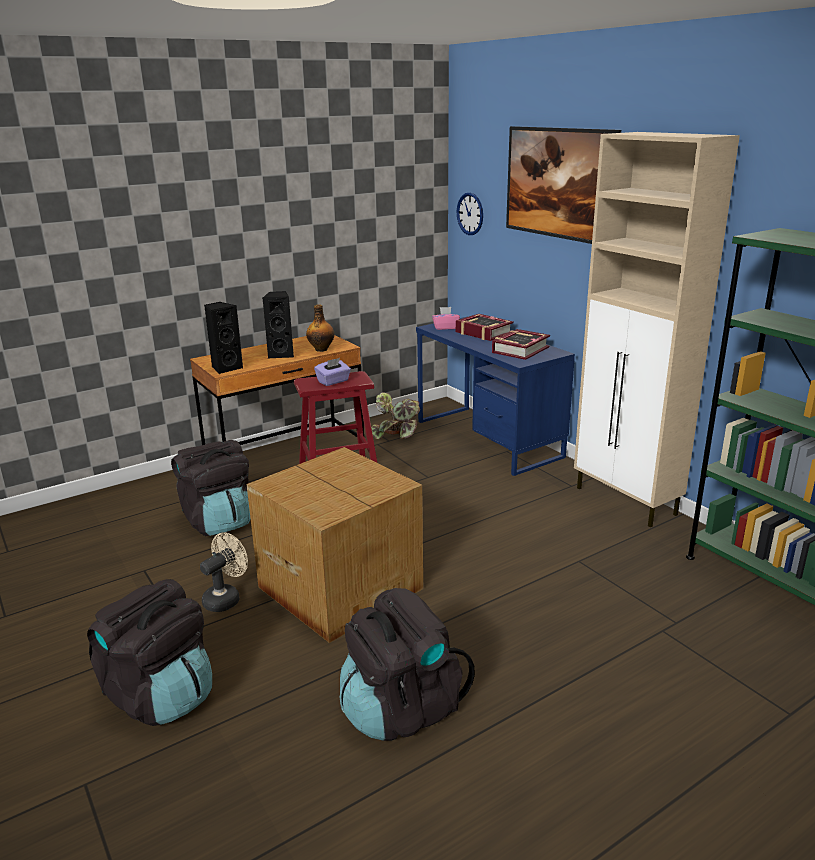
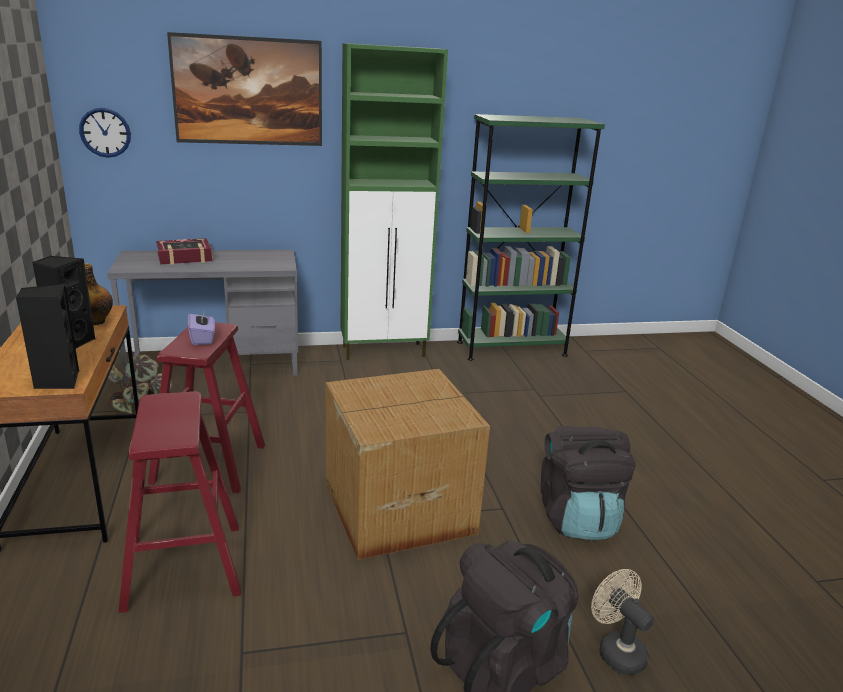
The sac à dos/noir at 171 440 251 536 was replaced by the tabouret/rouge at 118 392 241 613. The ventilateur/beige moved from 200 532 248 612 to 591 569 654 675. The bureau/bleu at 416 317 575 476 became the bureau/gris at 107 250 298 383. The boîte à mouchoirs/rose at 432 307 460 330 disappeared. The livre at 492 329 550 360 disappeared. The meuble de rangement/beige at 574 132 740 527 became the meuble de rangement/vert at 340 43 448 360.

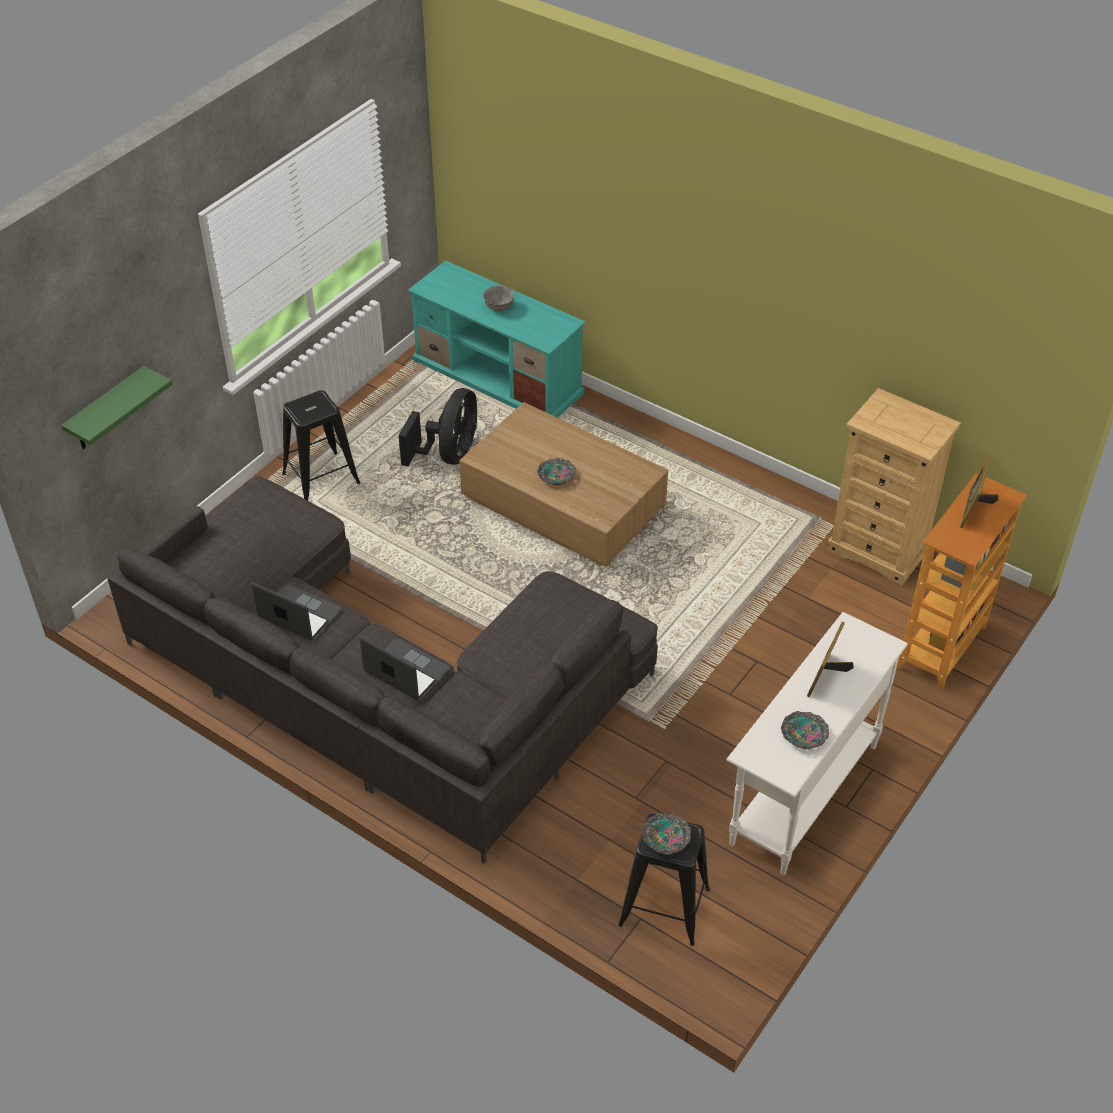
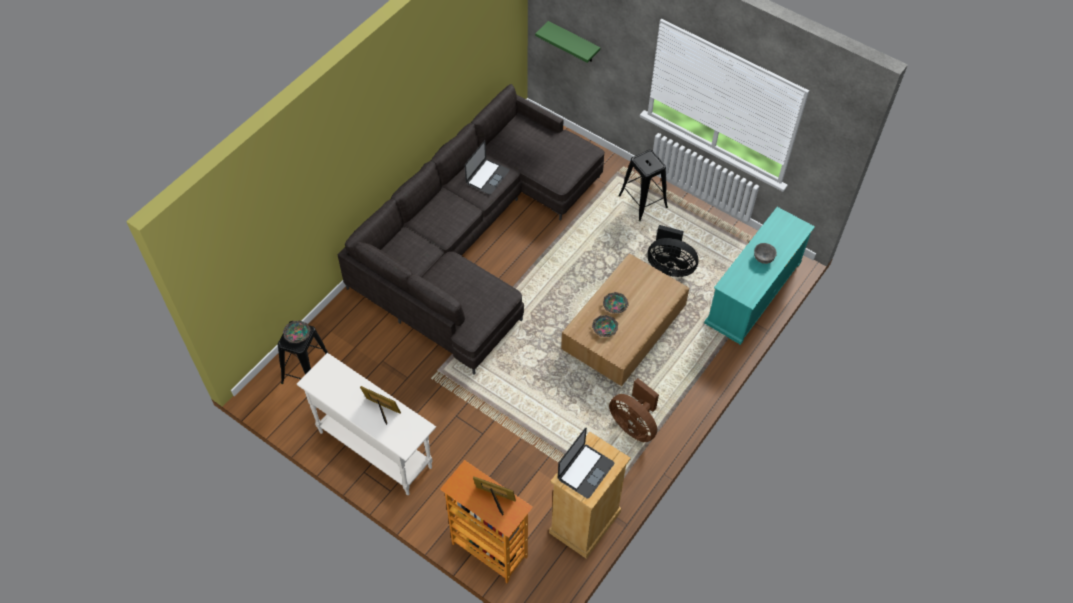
The ordinateur portable moved from 359 637 450 700 to 558 428 614 499. The bol moved from 781 711 829 750 to 592 315 618 337. The ventilateur/marron at 609 378 659 442 appeared.

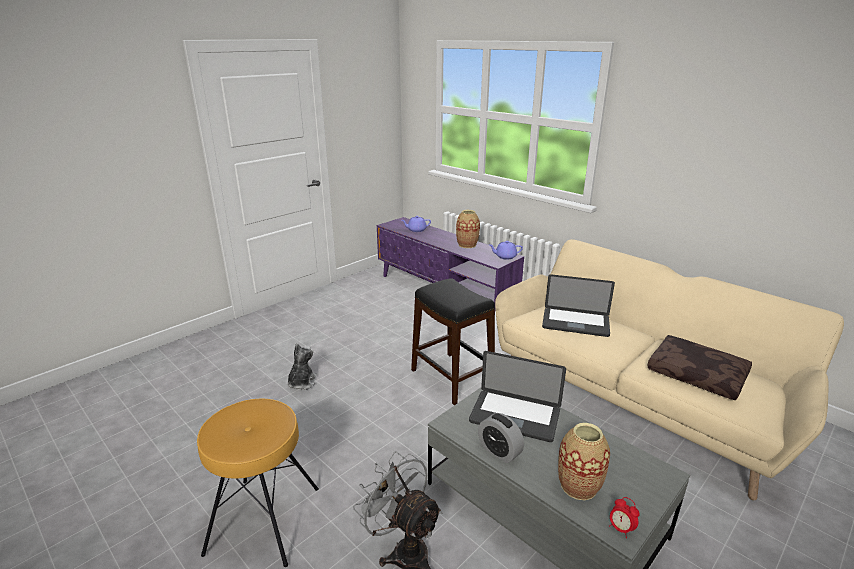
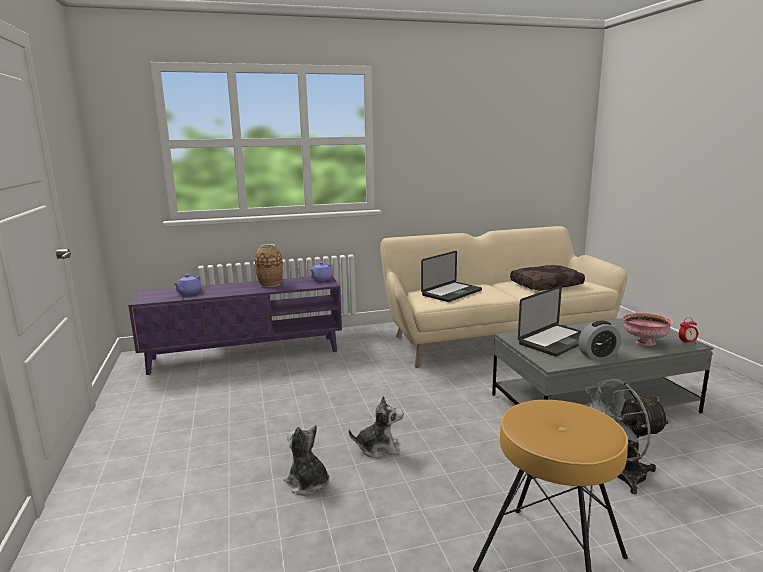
The tabouret/noir at 411 278 495 405 disappeared. The vase at 558 423 610 500 was replaced by the bol/rose at 622 312 673 346. The peluche at 349 396 404 459 appeared.

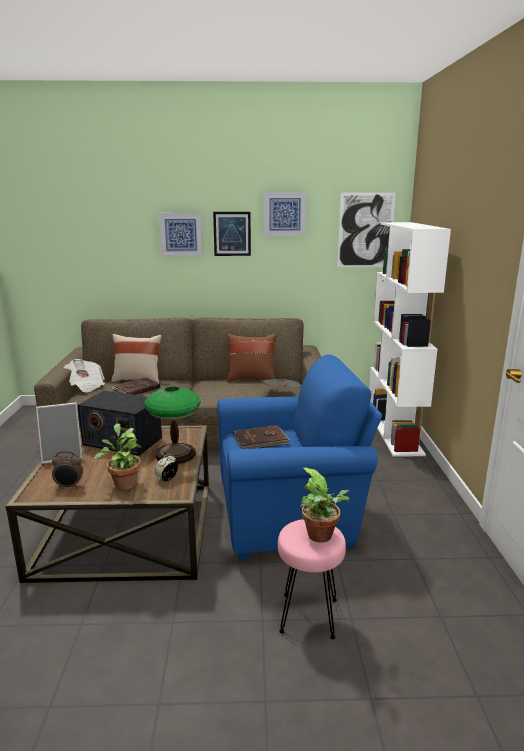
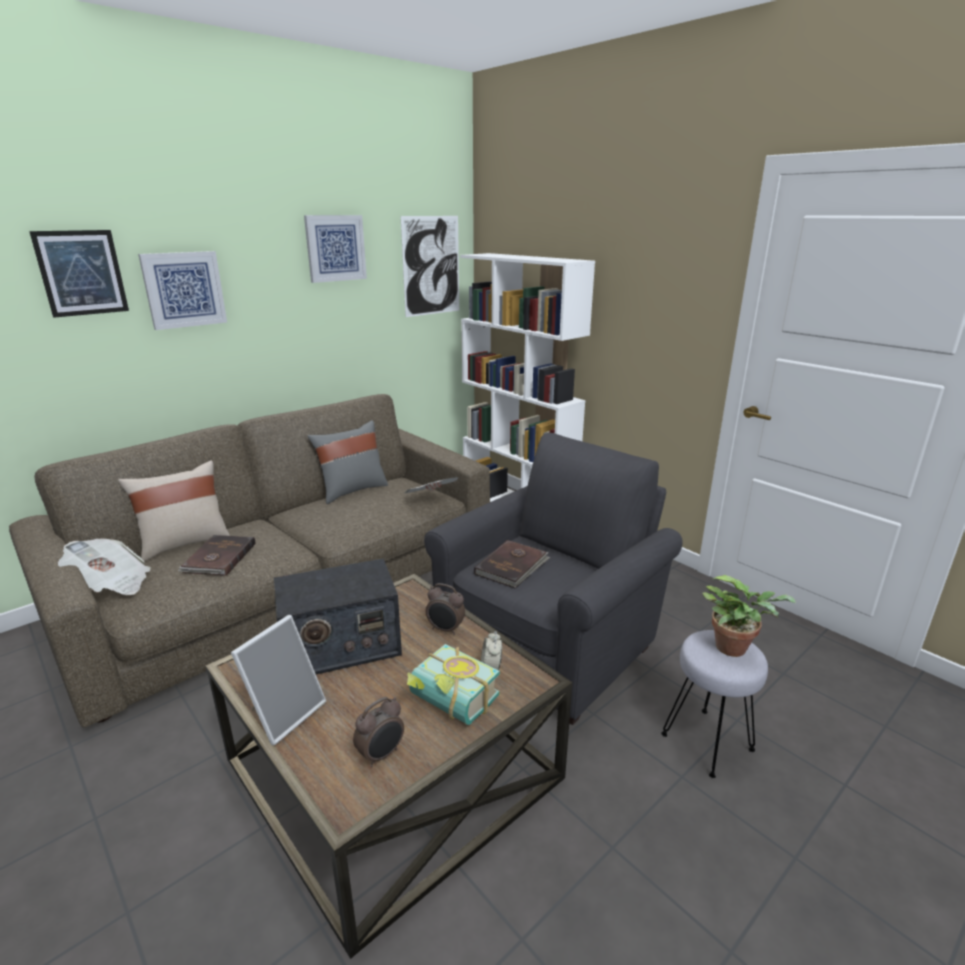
The plante en pot at 94 424 142 490 was replaced by the livre at 407 644 500 725. The lampe de table at 145 387 201 464 was replaced by the réveil at 426 583 465 635. The tableau moved from 213 212 251 256 to 29 230 129 318. The fauteuil/bleu at 217 354 382 560 became the fauteuil/gris at 424 433 683 725. The coussin/marron at 226 334 277 382 became the coussin/gris at 307 420 388 504. The tabouret/rose at 278 519 346 639 became the tabouret/gris at 661 630 768 778.

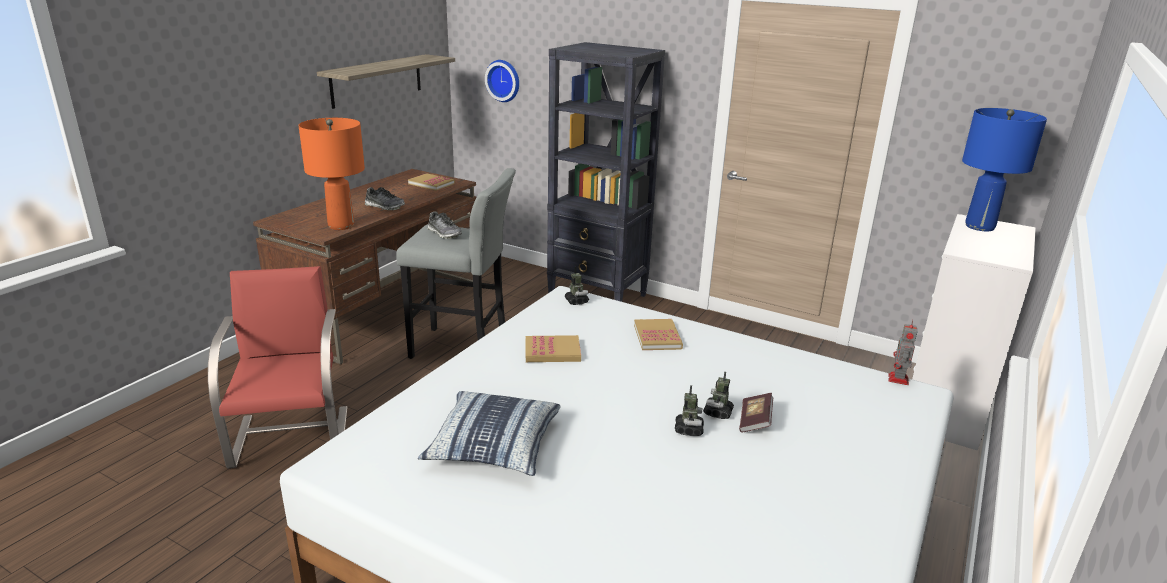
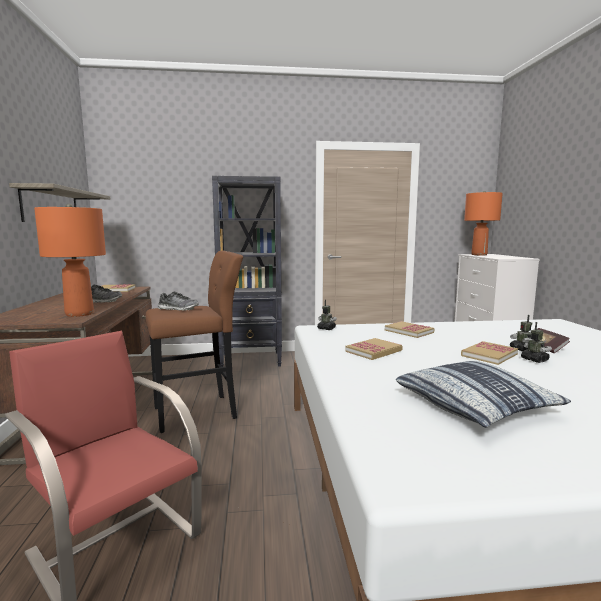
The tabouret/gris at 396 168 516 359 became the tabouret/marron at 145 251 243 433. The horloge murale at 485 60 519 102 disappeared. The robot jouet at 888 320 917 385 disappeared. The lampe de table/bleu at 962 108 1047 231 became the lampe de table/orange at 464 191 503 255. The livre at 461 341 518 365 appeared.

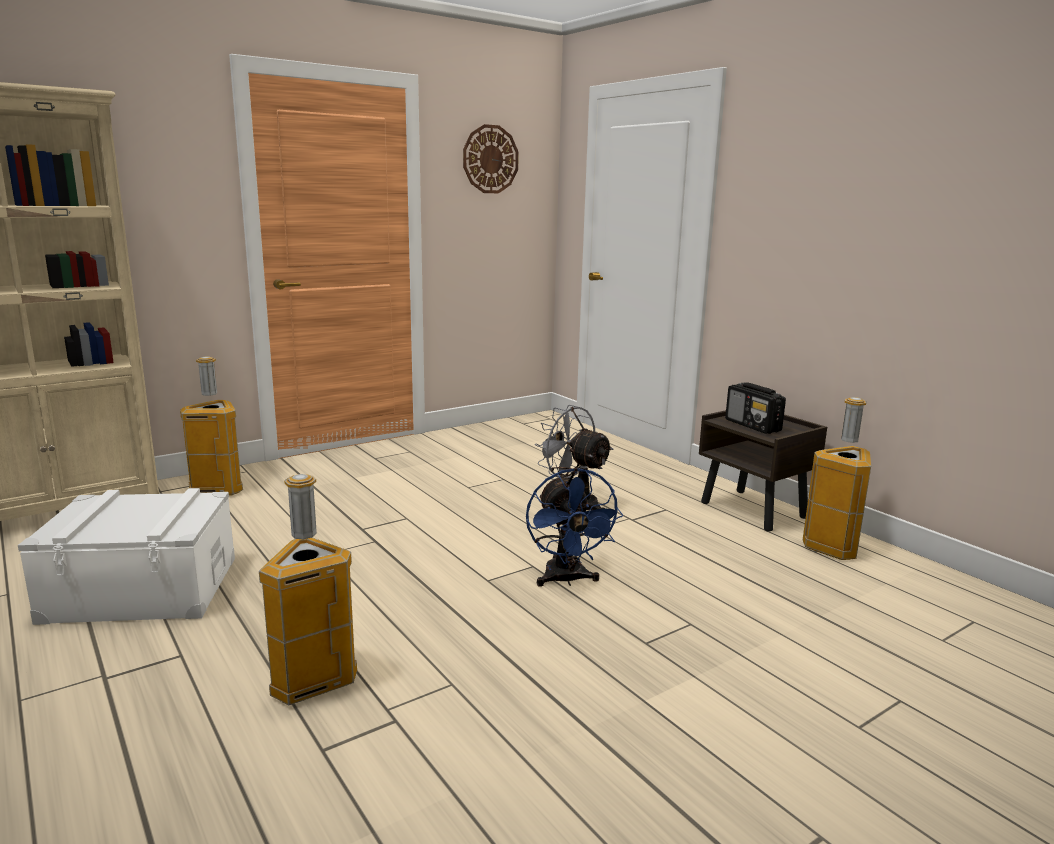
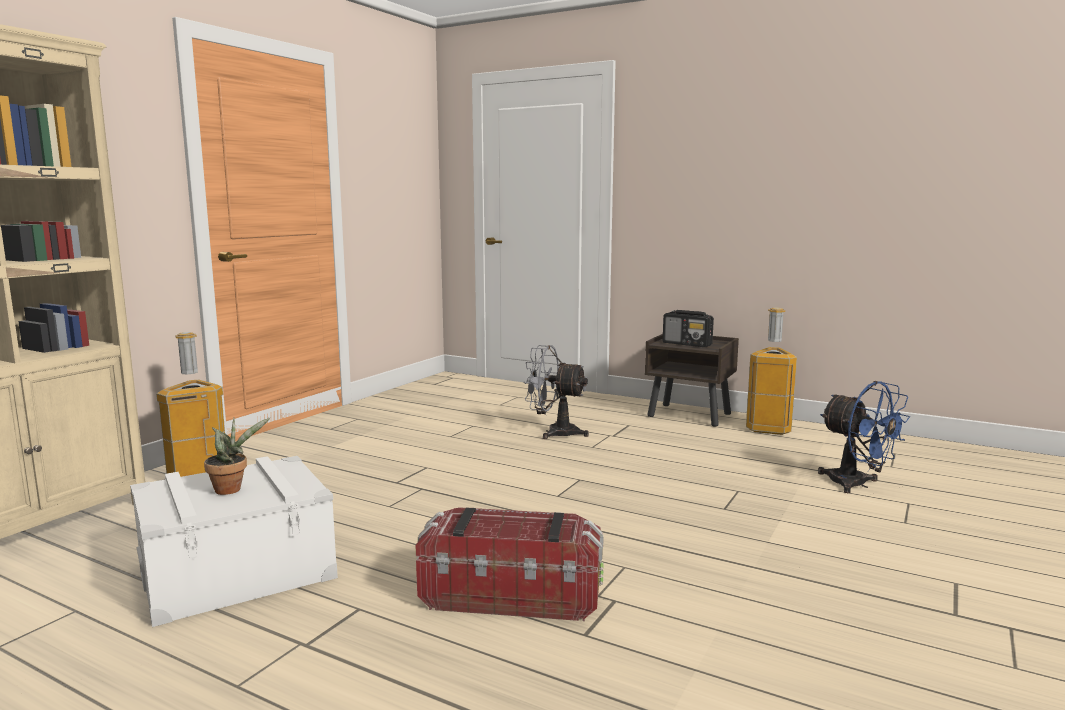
The poubelle at 259 474 357 706 was replaced by the boîte de rangement at 416 507 604 621. The horloge murale at 463 124 519 193 disappeared. The ventilateur/bleu moved from 526 468 624 587 to 818 381 910 493. The plante en pot at 204 418 270 495 appeared.

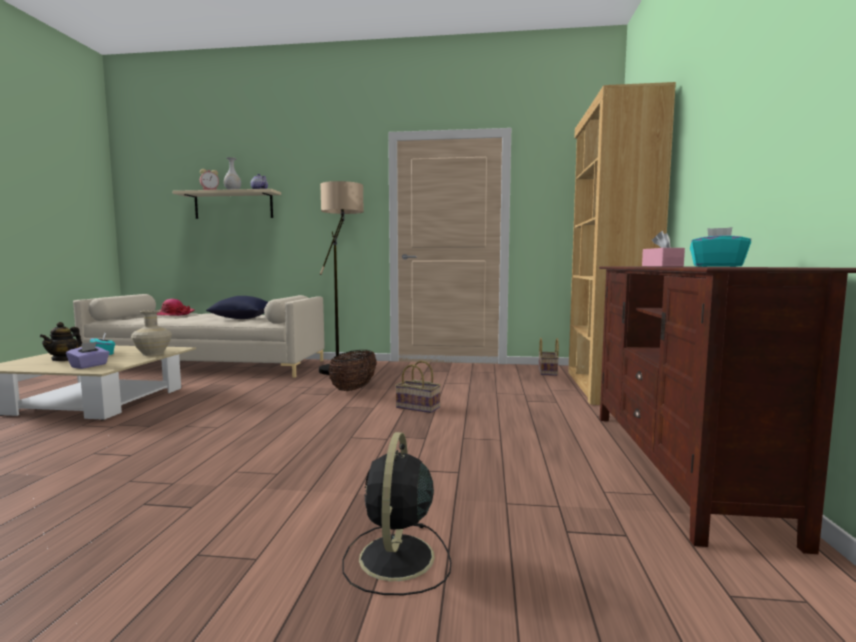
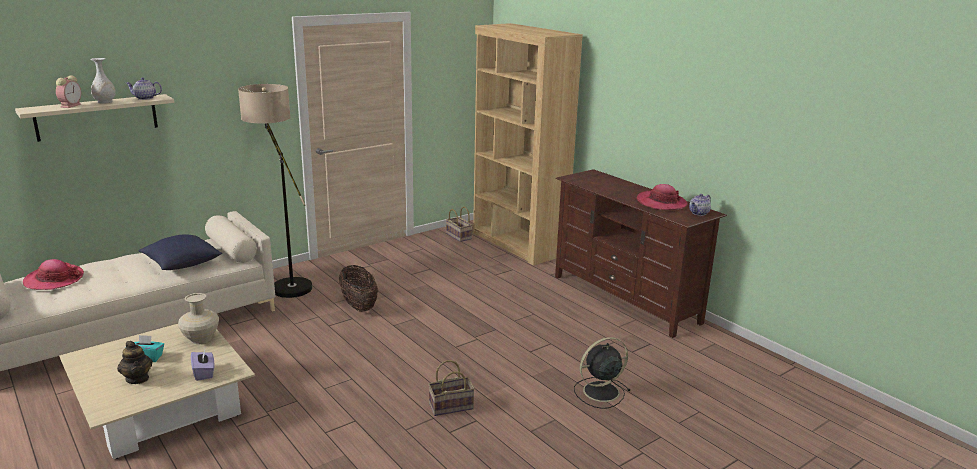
The ventilateur/noir at 343 432 451 595 turned 105 degrees clockwise. The panier moved from 395 360 441 413 to 428 360 475 416. The boîte à mouchoirs/rose at 642 231 685 266 disappeared. The boîte à mouchoirs/turquoise at 690 227 751 267 was replaced by the chapeau at 637 184 687 210. The théière at 689 194 711 216 appeared.

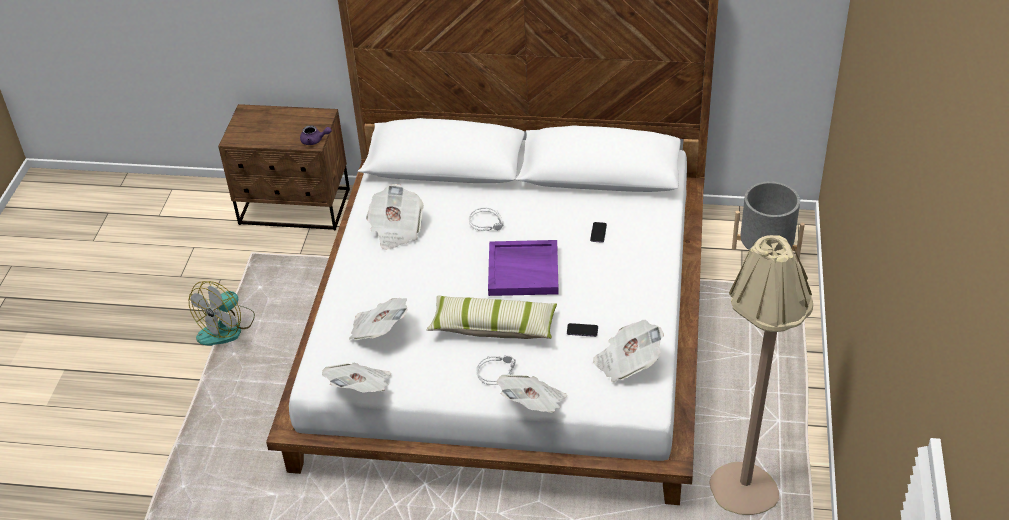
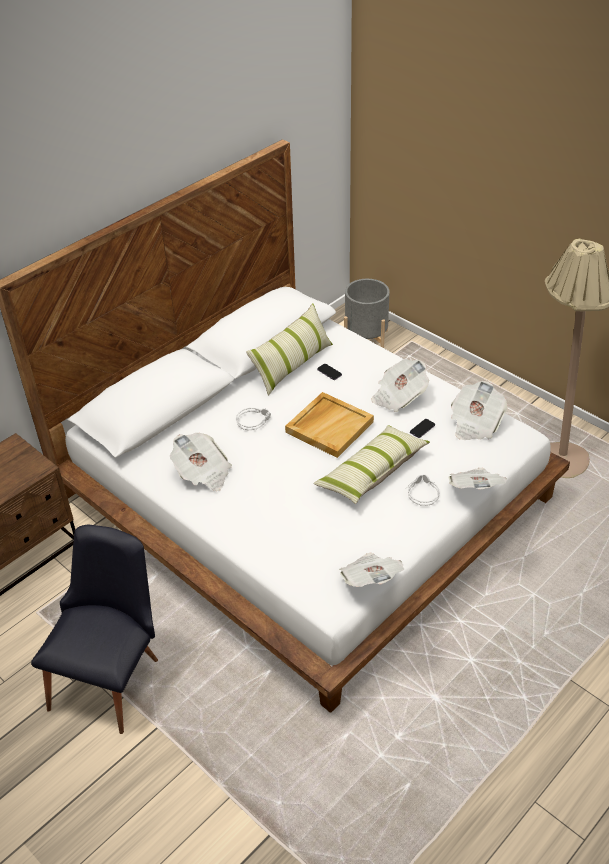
The ventilateur at 189 281 255 345 was replaced by the chaise/noir at 31 525 158 734. The théière/violet at 300 125 331 145 disappeared. The journal moved from 349 298 408 340 to 371 359 429 412. The plateau/violet at 488 240 559 296 became the plateau/beige at 285 392 374 458. The coussin at 246 303 333 396 appeared.

